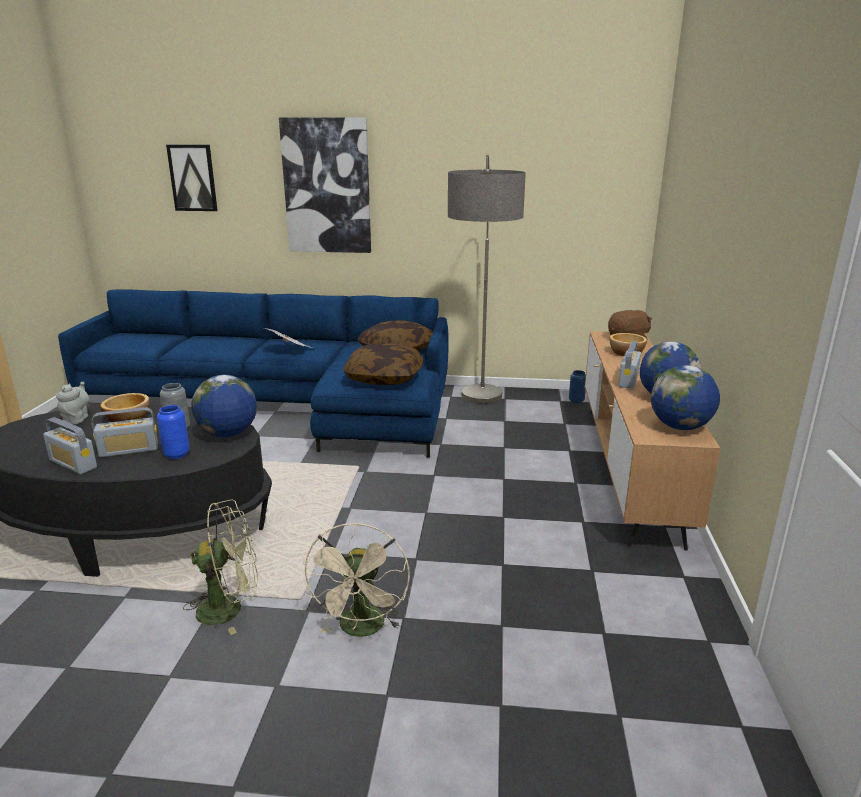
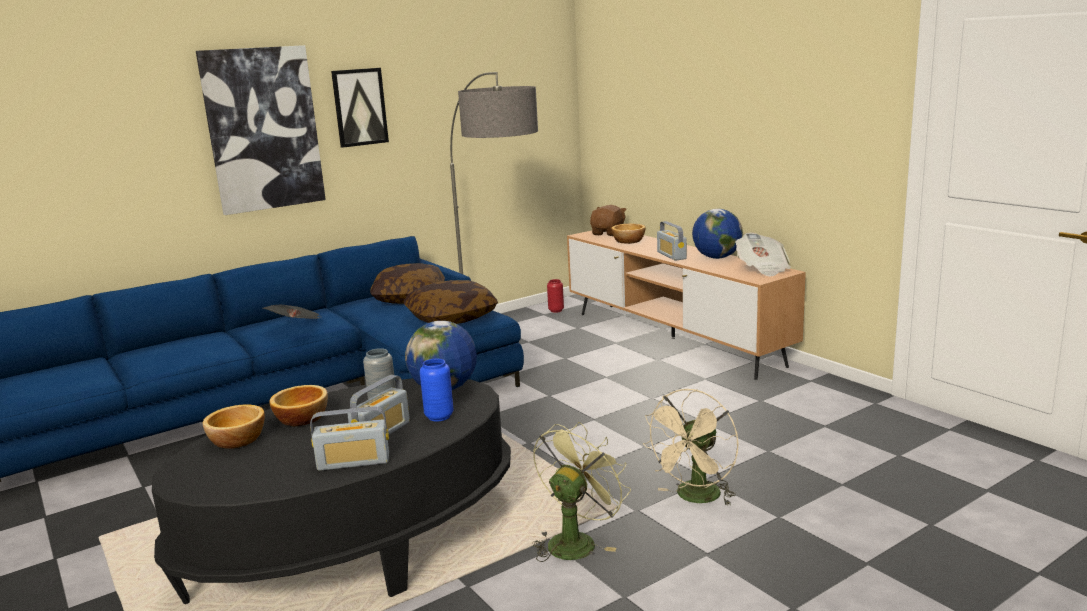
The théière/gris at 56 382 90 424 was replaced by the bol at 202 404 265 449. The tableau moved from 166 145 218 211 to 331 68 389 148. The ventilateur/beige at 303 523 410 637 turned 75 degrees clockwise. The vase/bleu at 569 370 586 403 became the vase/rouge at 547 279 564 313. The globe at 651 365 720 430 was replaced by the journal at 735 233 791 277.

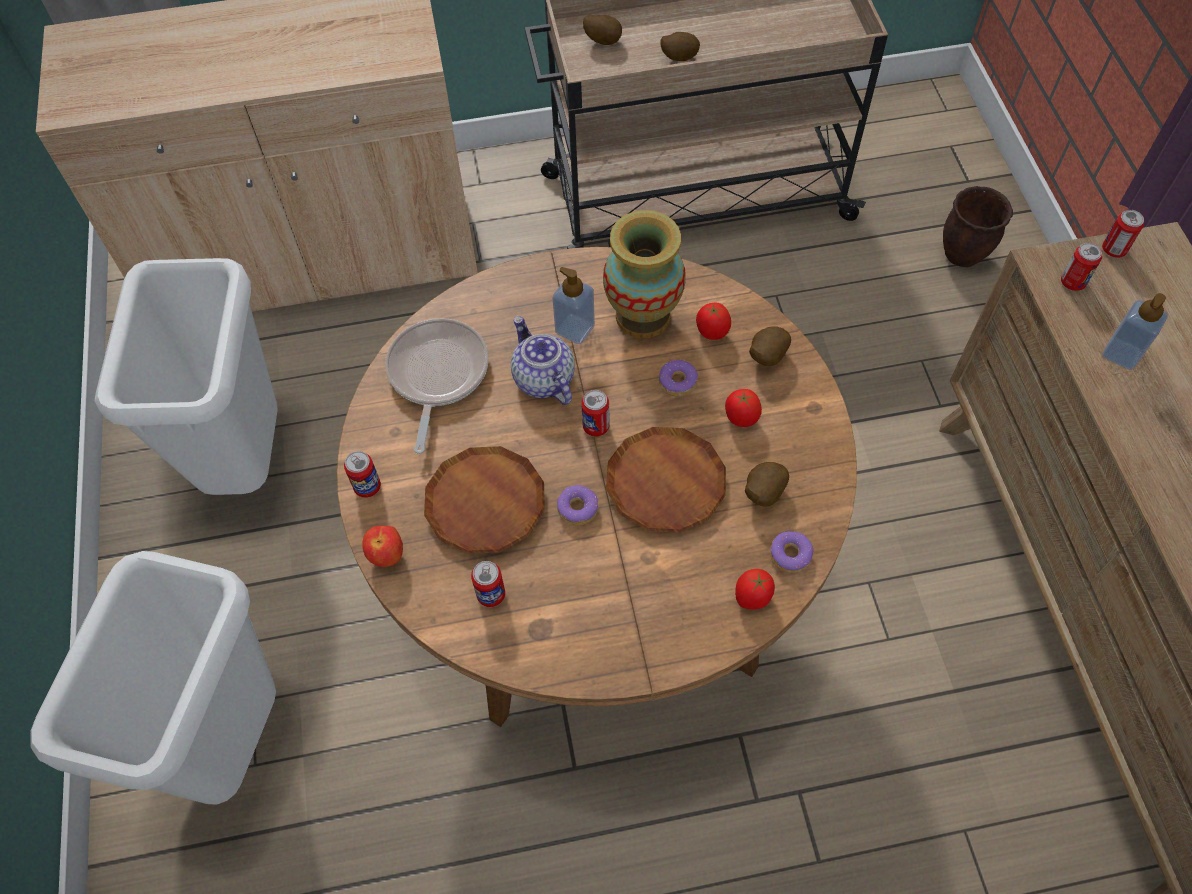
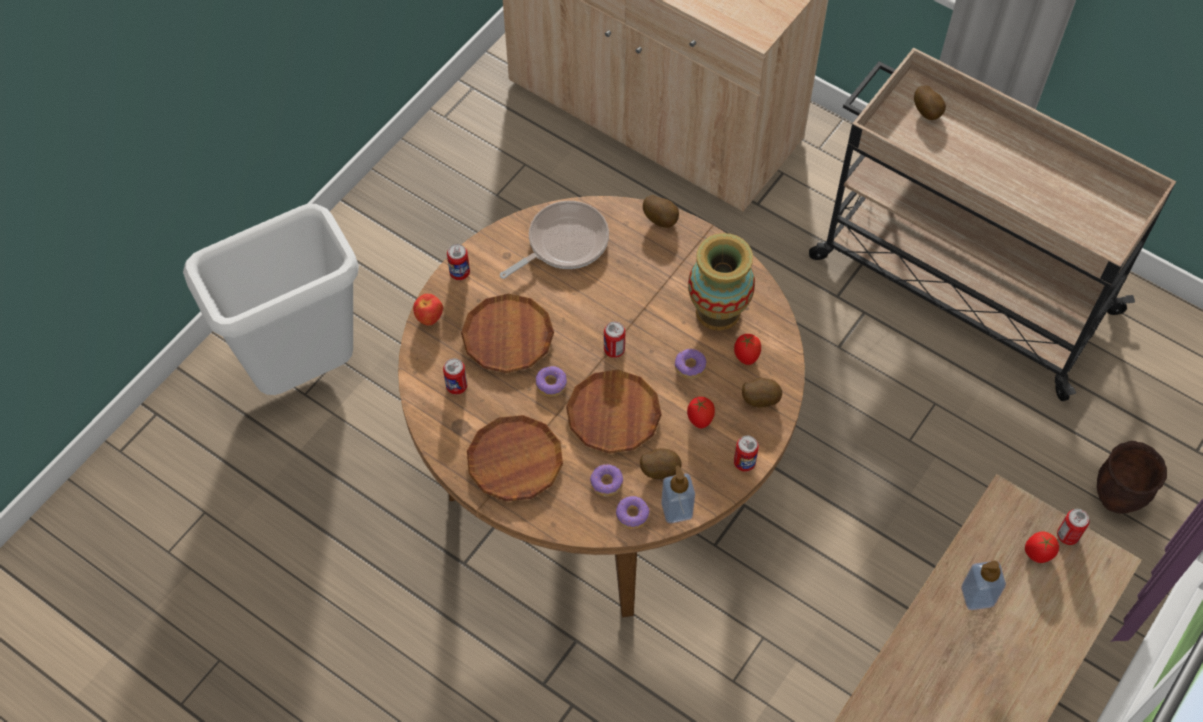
The poubelle/blanc at 95 258 278 495 disappeared. The théière at 511 316 575 405 disappeared. The distributeur de savon moved from 553 267 595 344 to 661 466 695 523. The pomme de terre moved from 661 32 700 61 to 643 195 679 228. The tomate moved from 735 569 775 610 to 1025 531 1059 563. The boîte métallique moved from 1061 243 1102 291 to 734 436 759 472. The assiette/marron at 467 415 563 501 appeared. The beignet at 590 464 623 497 appeared.

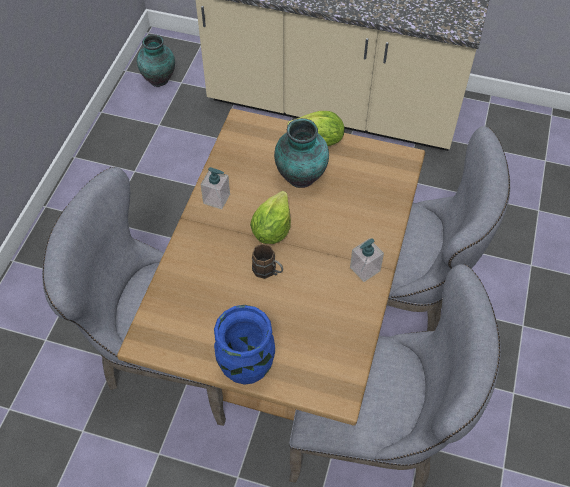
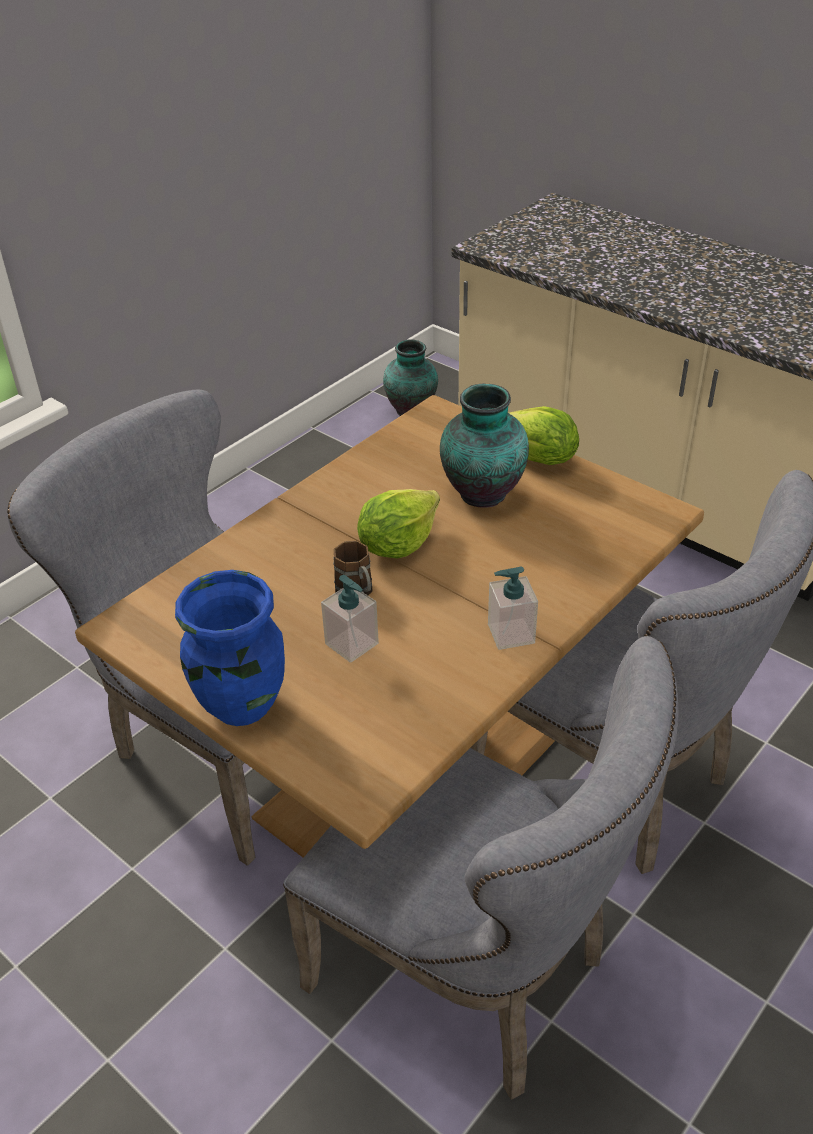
The distributeur de savon moved from 201 167 230 209 to 321 575 379 663.

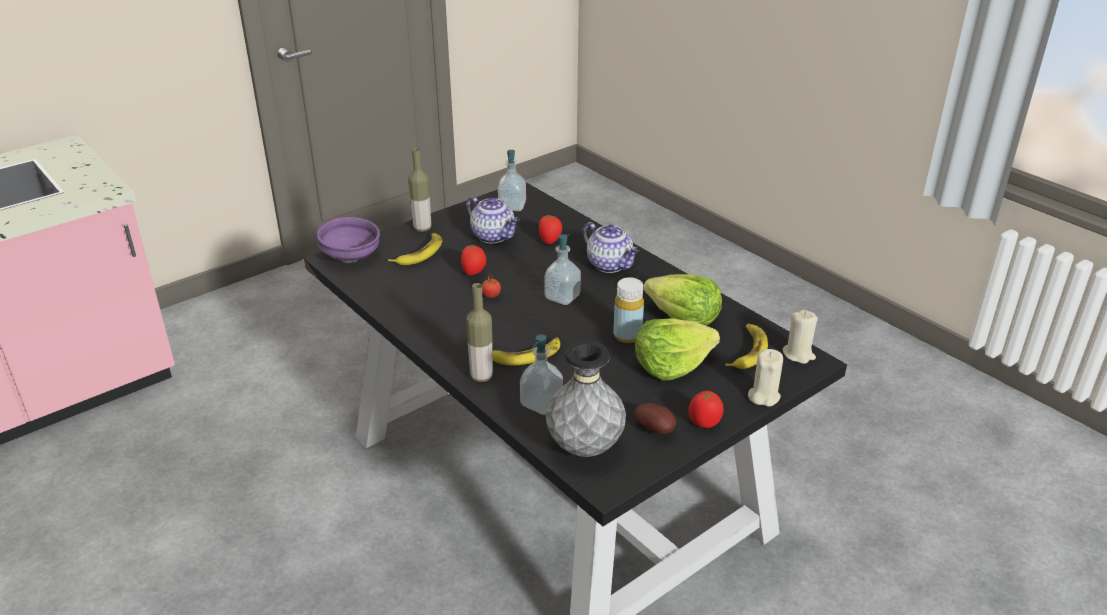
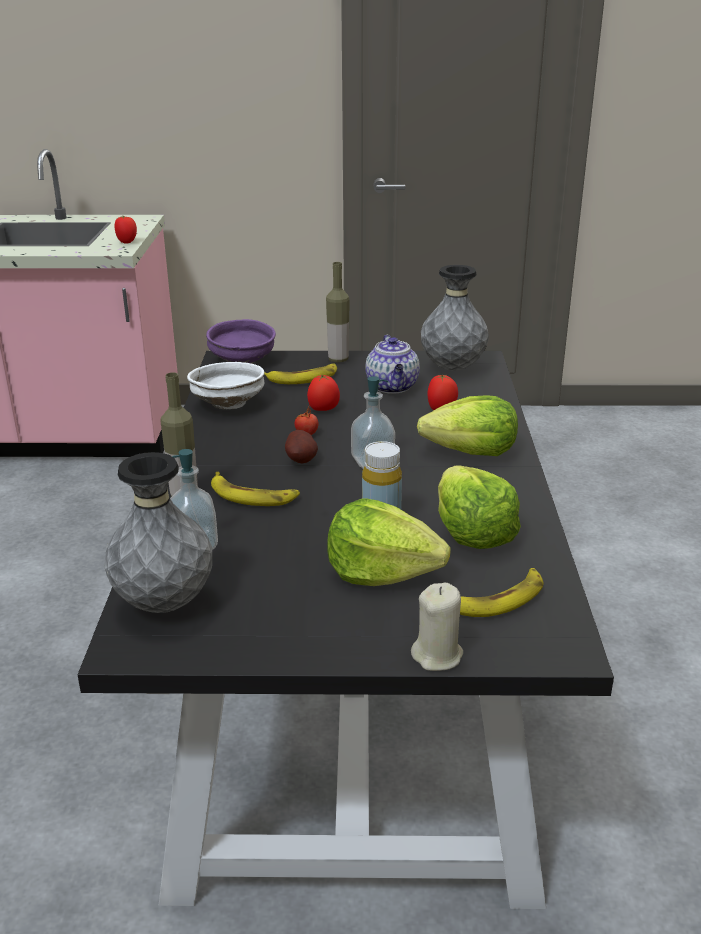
The distributeur de savon at 498 150 526 211 was replaced by the vase/gris at 421 265 489 371. The théière at 582 222 639 273 was replaced by the laitue at 417 395 518 456. The pomme de terre moved from 634 403 676 434 to 285 430 318 463. The tomate moved from 689 391 724 428 to 115 216 137 244. The bougie/beige at 783 310 818 364 disappeared. The bol/blanc at 187 362 264 409 appeared.

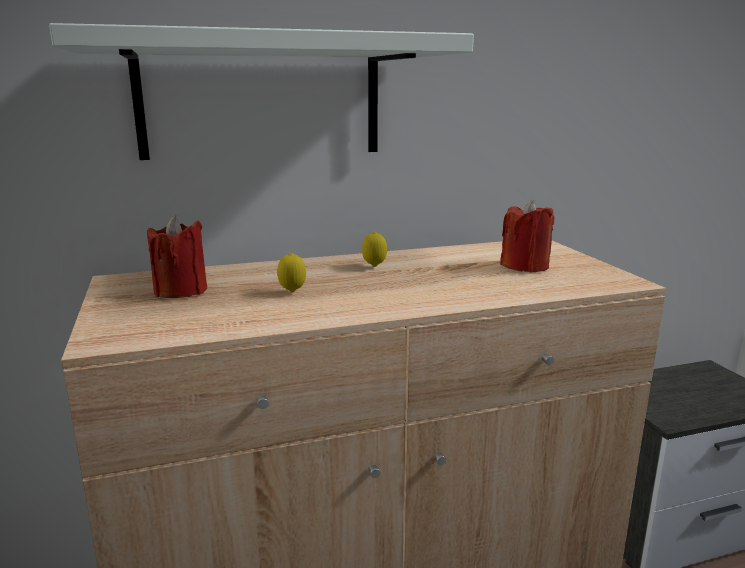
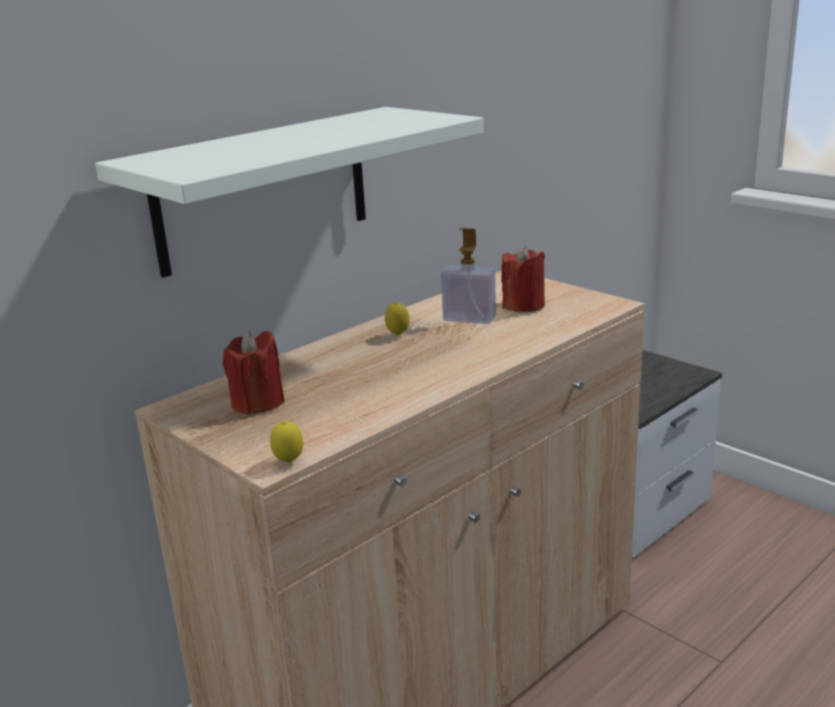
The citron moved from 277 253 306 292 to 270 420 303 463. The distributeur de savon at 441 228 496 324 appeared.

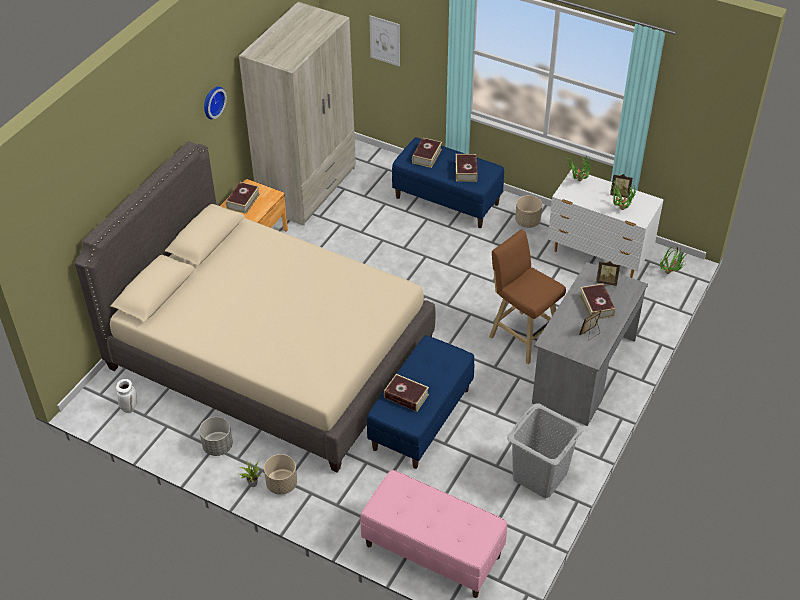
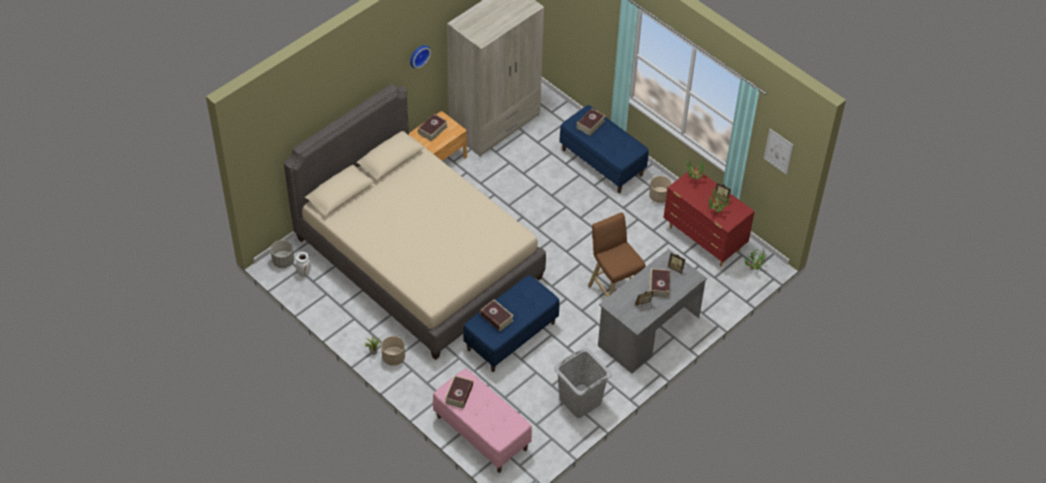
The cache-pot/gris moved from 199 417 233 456 to 270 240 294 268. The tableau moved from 369 15 400 67 to 764 129 793 175. The livre moved from 455 154 478 182 to 445 375 473 409. The commode/blanc at 548 169 664 278 became the commode/rouge at 663 167 755 266.

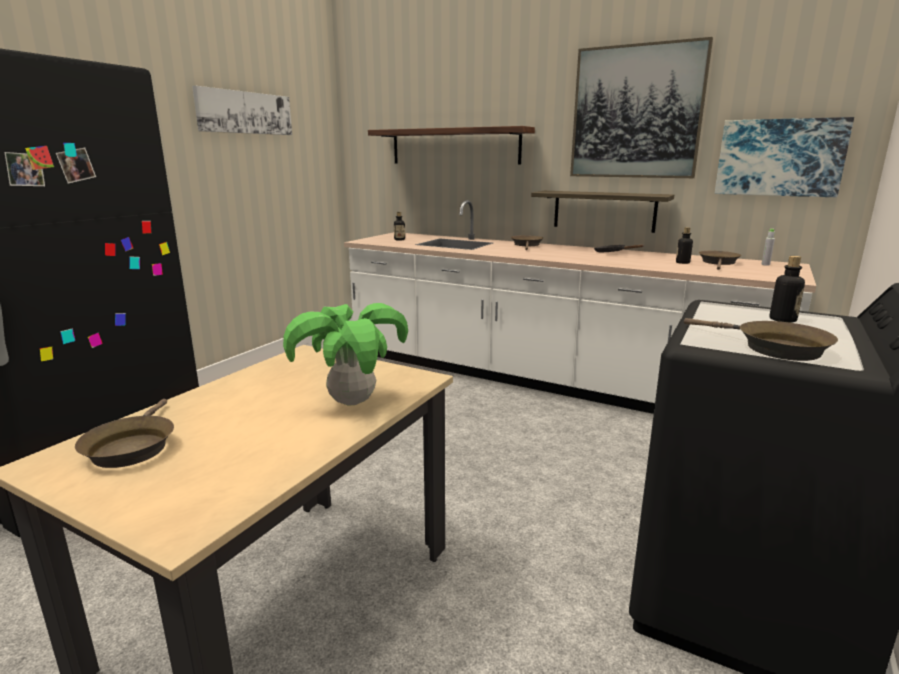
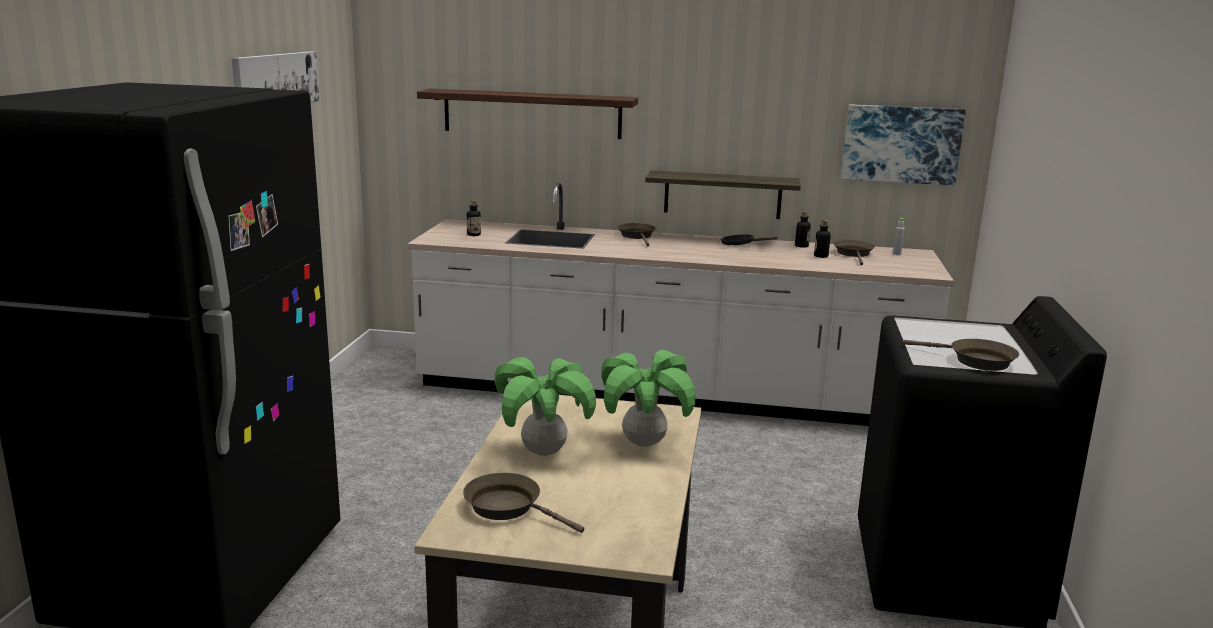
The poêle/marron at 75 399 174 468 turned 150 degrees clockwise. The tableau at 570 37 713 178 disappeared. The bouteille moved from 769 256 805 323 to 795 211 811 248. The plante en pot at 494 357 596 456 appeared.

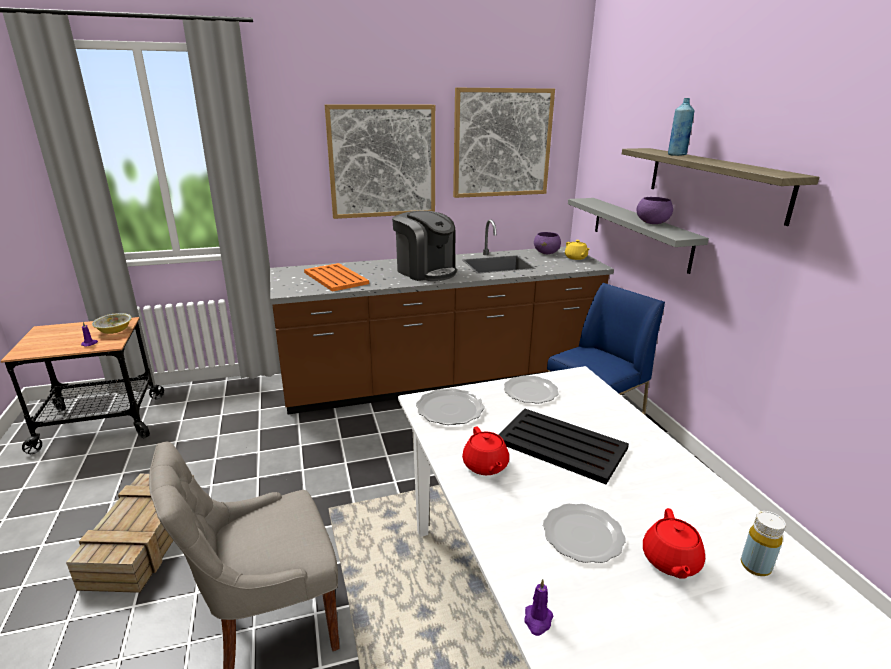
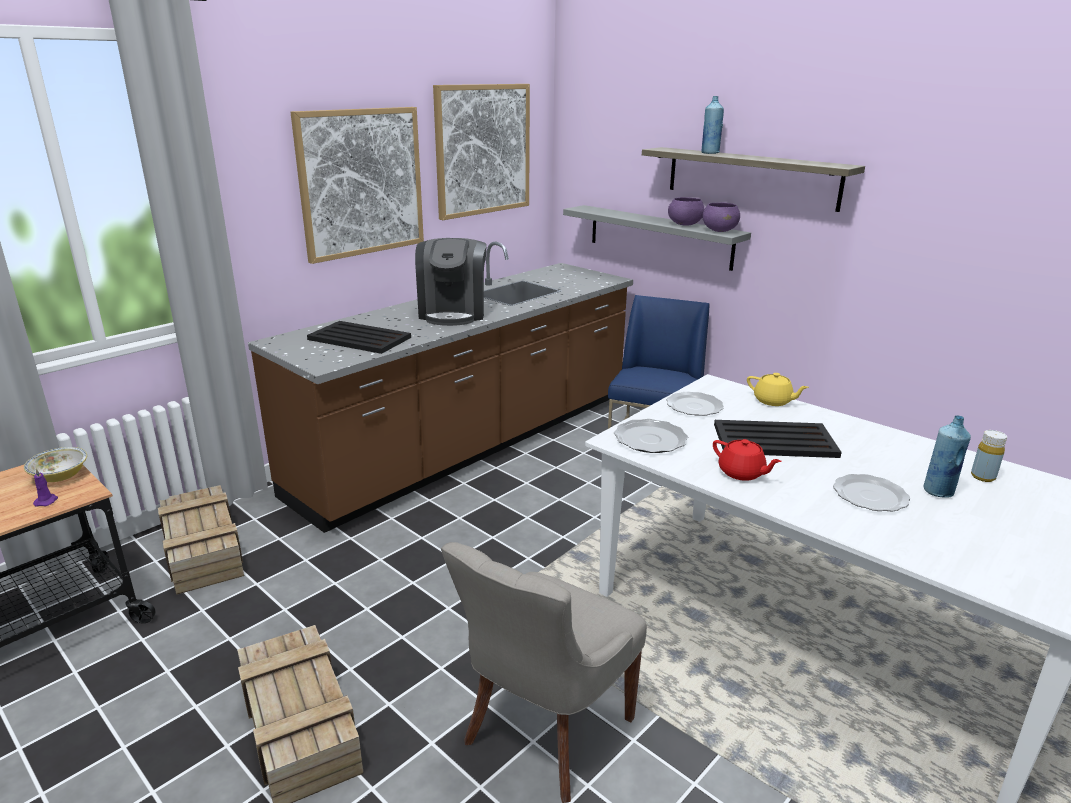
The plateau/orange at 304 263 369 292 became the plateau/noir at 307 321 411 354. The machine à café at 392 210 457 281 turned 75 degrees clockwise. The bougie/violet at 524 579 553 636 disappeared. The bol/violet moved from 534 232 561 254 to 702 203 740 232. The théière/jaune moved from 565 240 590 260 to 747 373 809 406. The théière/rouge at 643 508 705 579 was replaced by the bouteille/bleu at 923 415 971 498. The caisse at 158 485 244 595 appeared.

